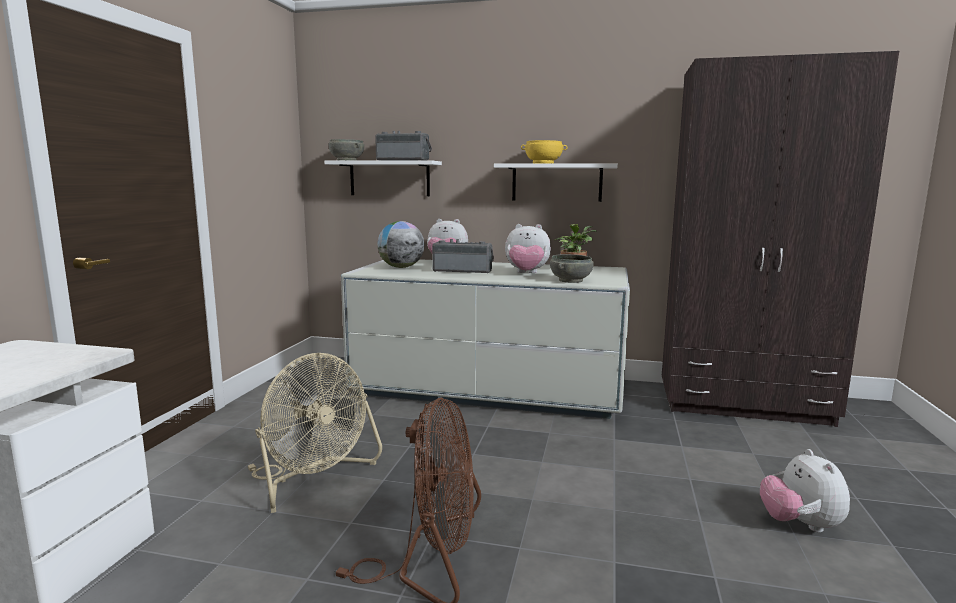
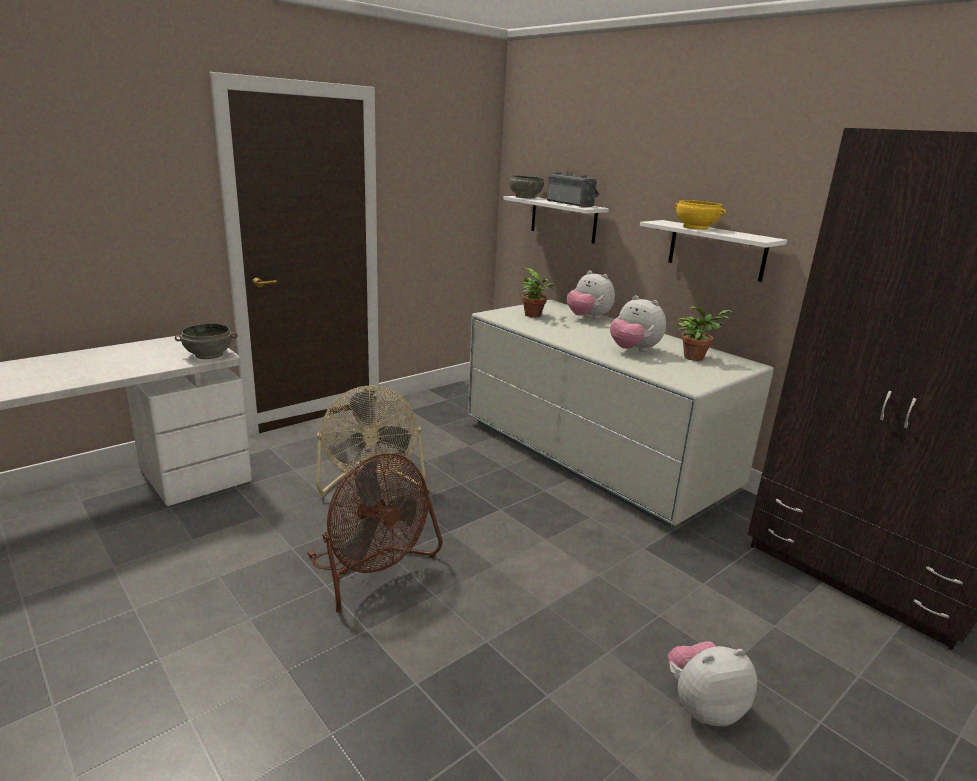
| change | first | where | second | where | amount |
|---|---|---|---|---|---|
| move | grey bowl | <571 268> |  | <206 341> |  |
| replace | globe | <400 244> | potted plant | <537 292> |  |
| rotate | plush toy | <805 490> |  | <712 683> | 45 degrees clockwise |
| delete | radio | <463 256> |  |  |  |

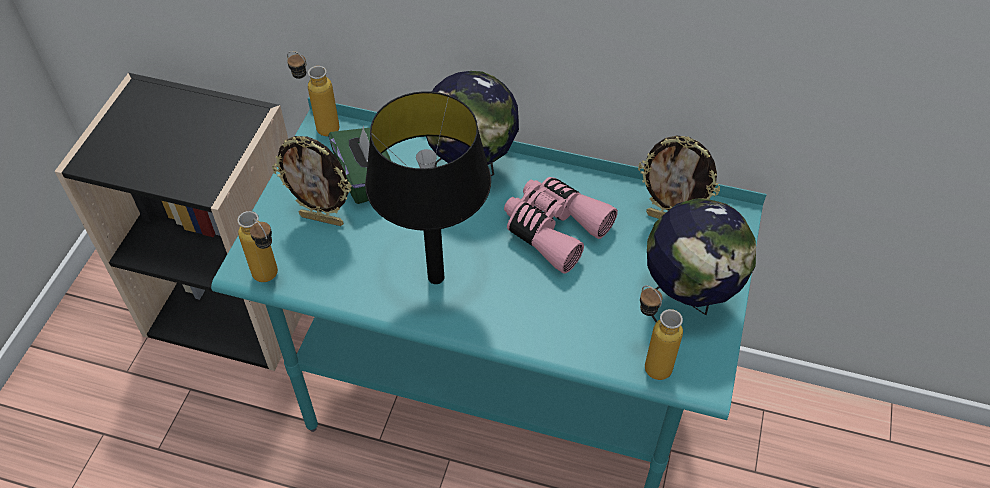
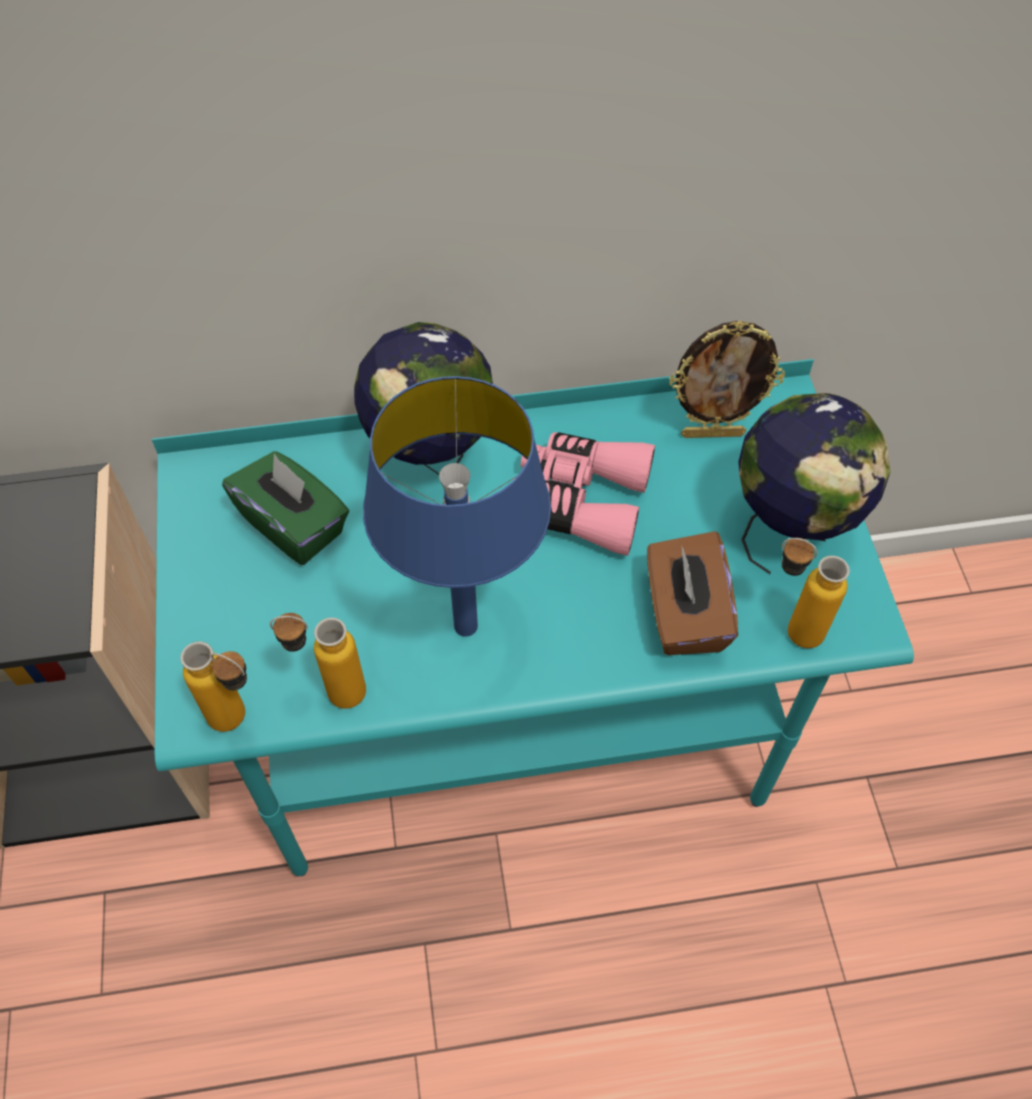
| change | first | where | second | where | amount |
|---|---|---|---|---|---|
| move | bottle | <313 93> |  | <318 661> |  |
| recolor | black table lamp | <428 187> | blue table lamp | <457 506> |  |
| insert |  |  | brown tissue box | <692 593> |  |
| delete | picture frame | <312 181> |  |  |  |

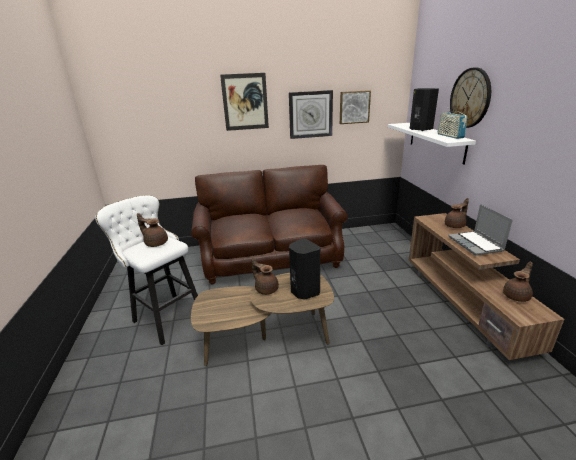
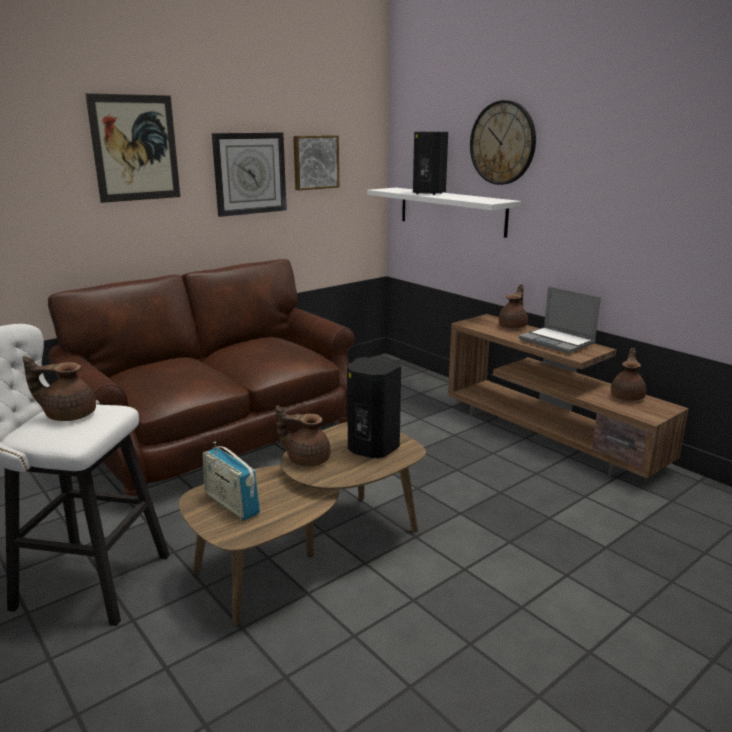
| change | first | where | second | where | amount |
|---|---|---|---|---|---|
| move | radio | <452 125> |  | <231 481> |  |

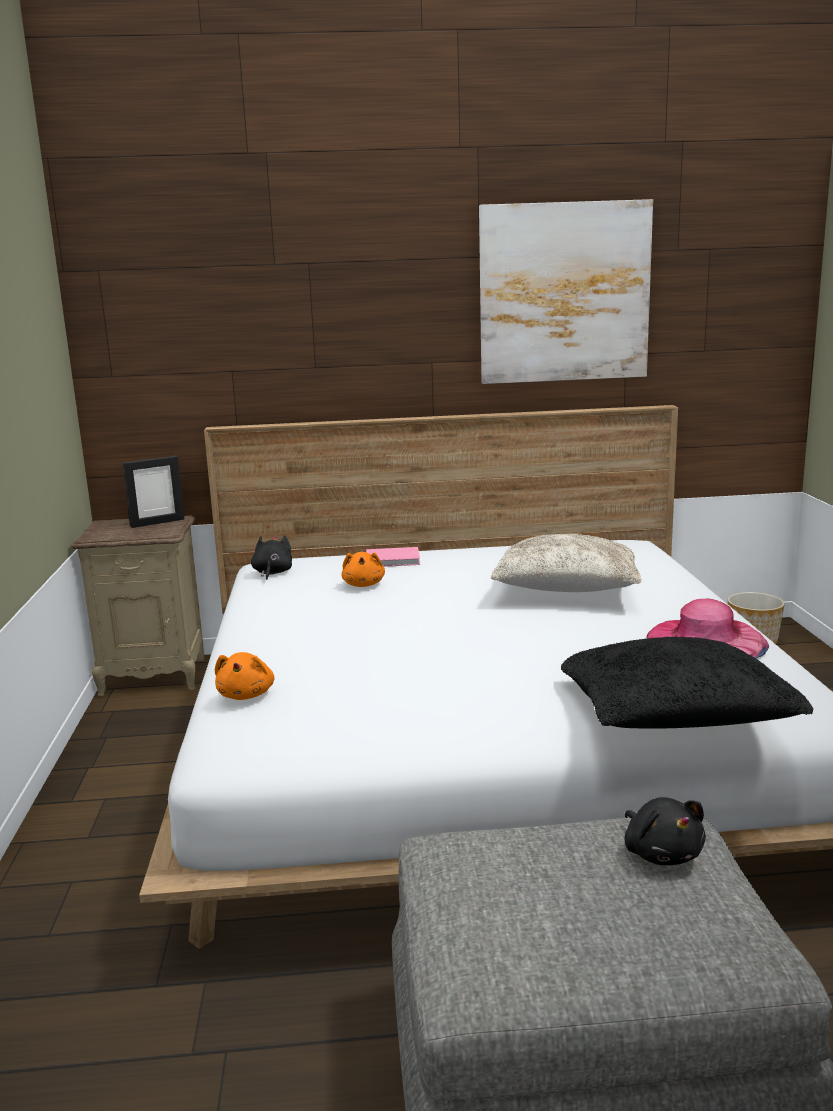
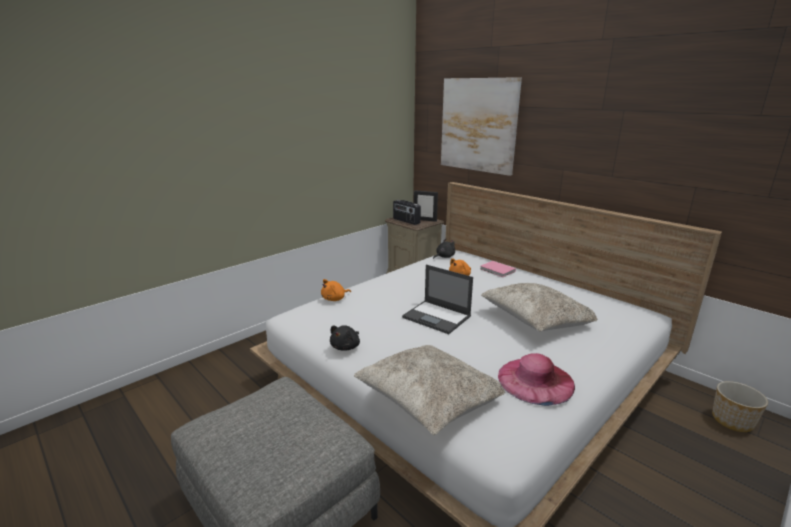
| change | first | where | second | where | amount |
|---|---|---|---|---|---|
| move | black plush toy | <665 831> |  | <345 338> |  |
| recolor | black pillow | <687 683> | beige pillow | <429 390> |  |
| insert |  |  | radio | <407 212> |  |
| insert |  |  | laptop | <437 299> |  |
| move | picture | <566 291> |  | <481 126> |  |

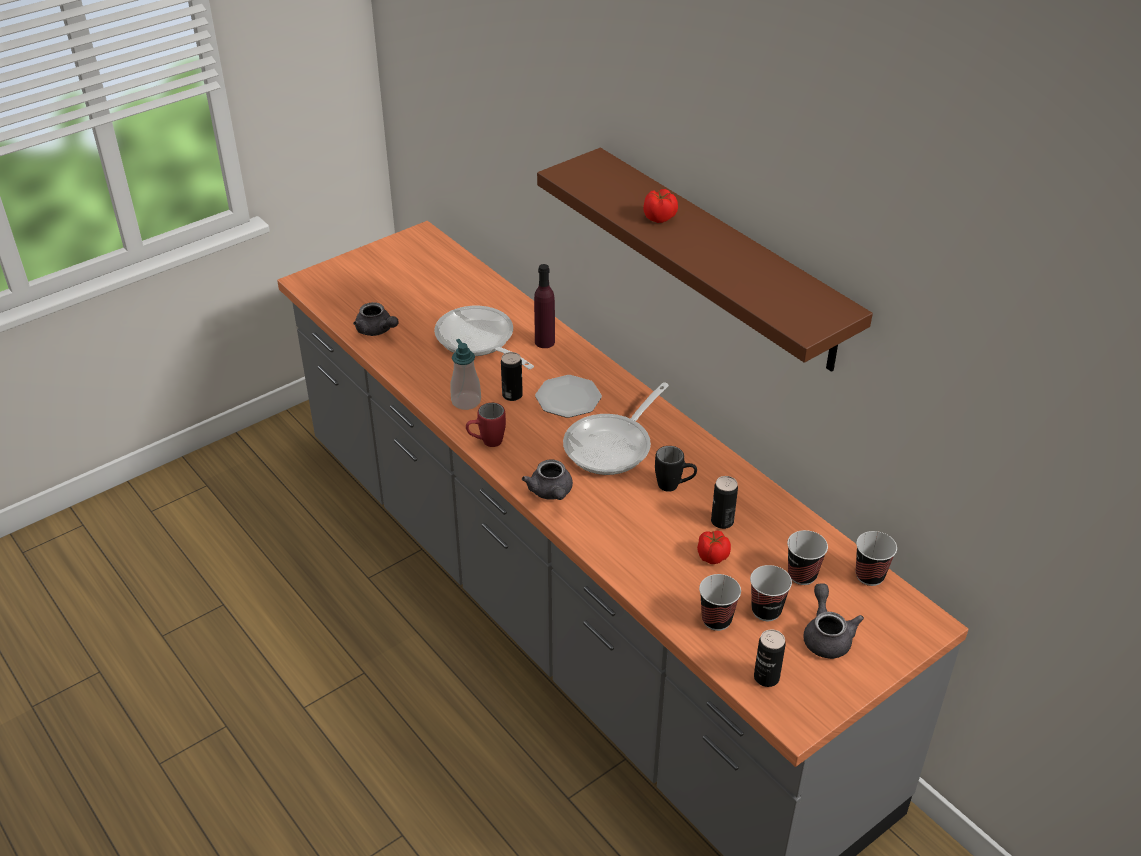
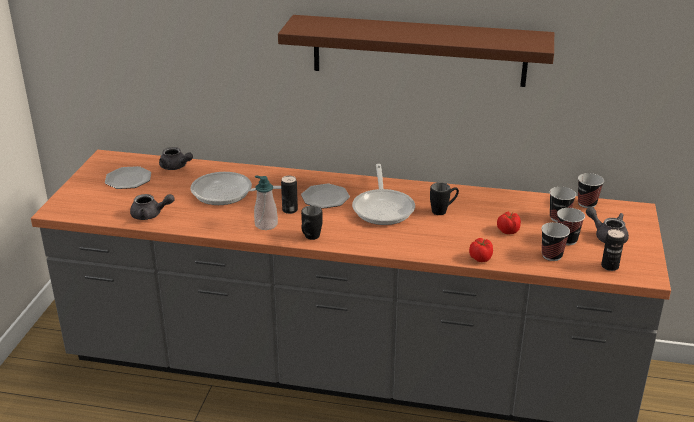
| change | first | where | second | where | amount |
|---|---|---|---|---|---|
| insert |  |  | plate | <128 177> |  |
| move | grey teapot | <547 480> |  | <176 158> |  |
| recolor | red mug | <486 425> | black mug | <312 222> |  |
| move | tomato | <660 206> |  | <481 250> |  |
| delete | purple bottle | <544 306> |  |  |  |
| delete | can | <724 502> |  |  |  |

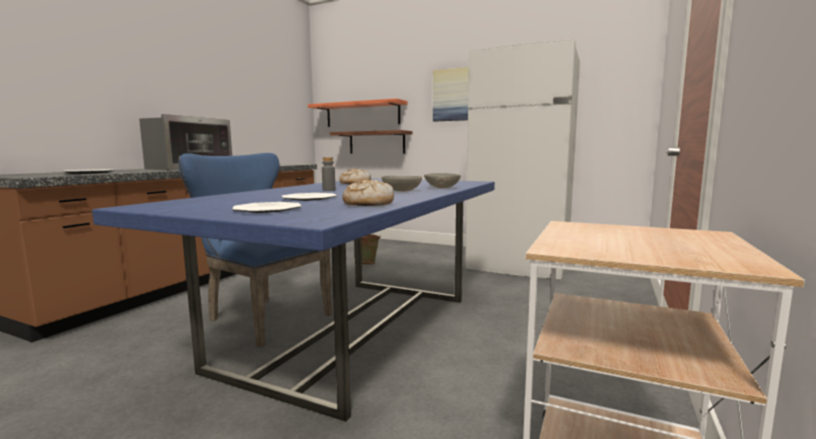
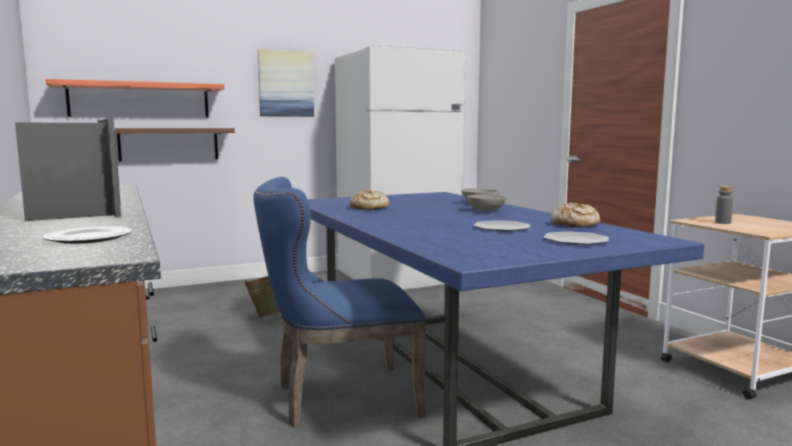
| change | first | where | second | where | amount |
|---|---|---|---|---|---|
| move | grey bottle | <328 174> |  | <724 205> |  |

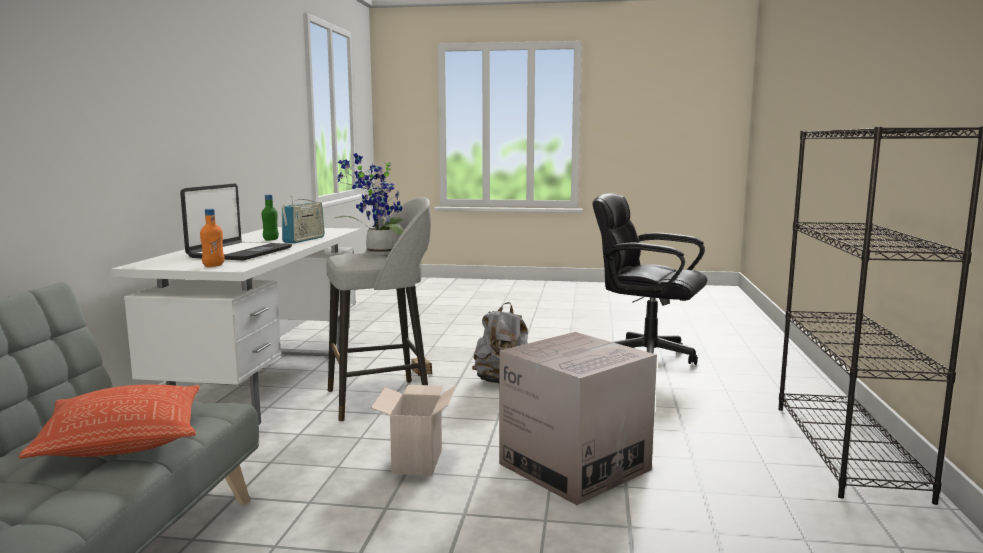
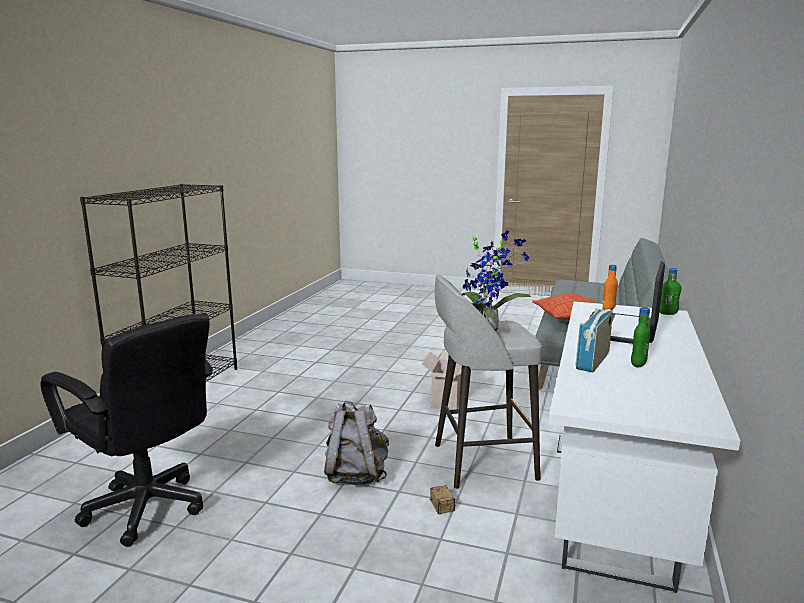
| change | first | where | second | where | amount |
|---|---|---|---|---|---|
| insert |  |  | green bottle | <670 291> |  |
| delete | cardboard box | <578 418> |  |  |  |

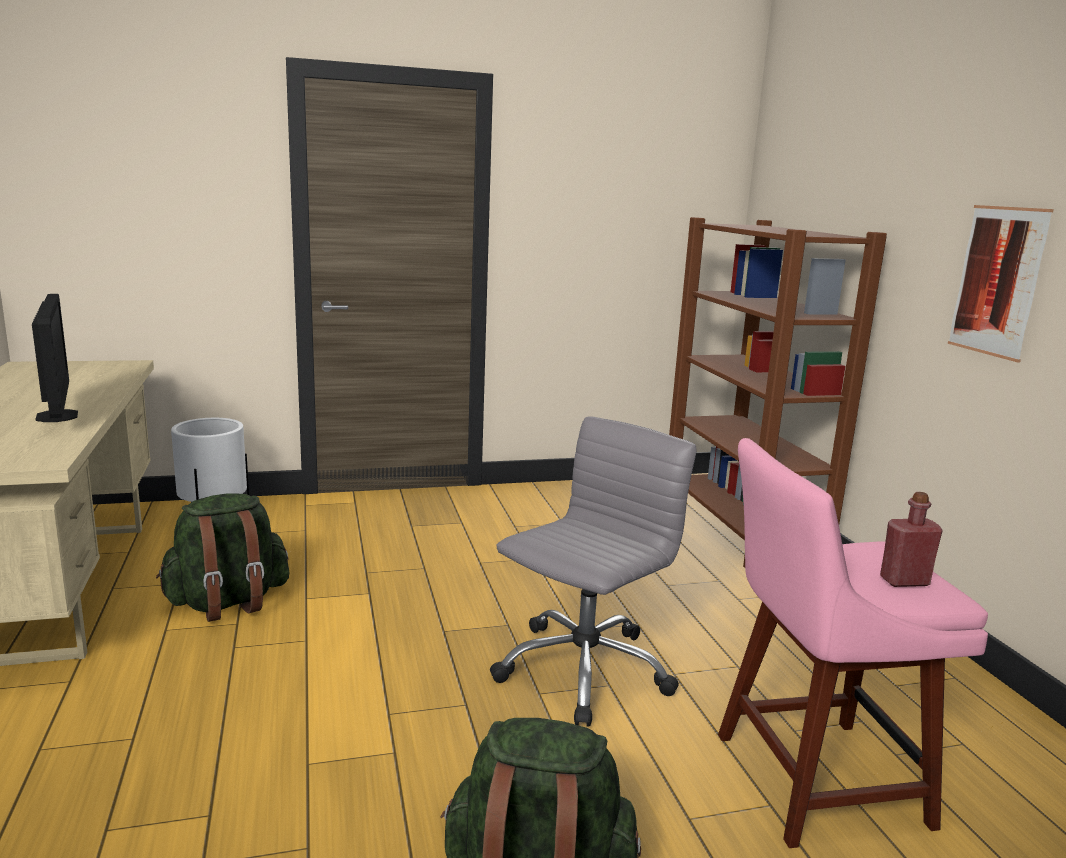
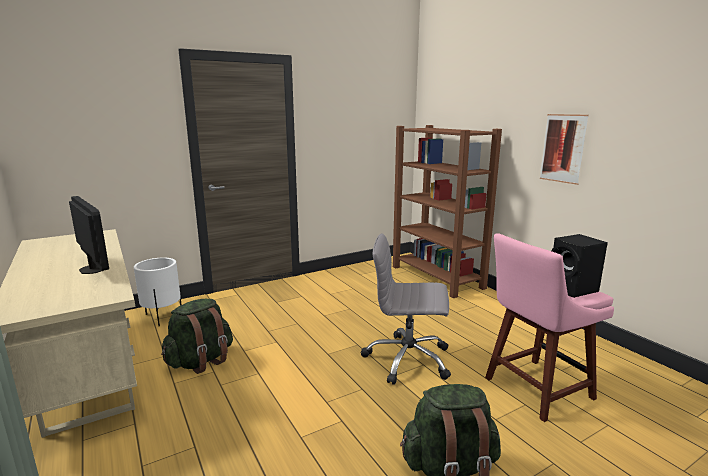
| change | first | where | second | where | amount |
|---|---|---|---|---|---|
| rotate | grey office chair | <593 571> |  | <406 309> | 105 degrees counterclockwise |
| replace | red bottle | <911 539> | black speaker | <579 266> |  |

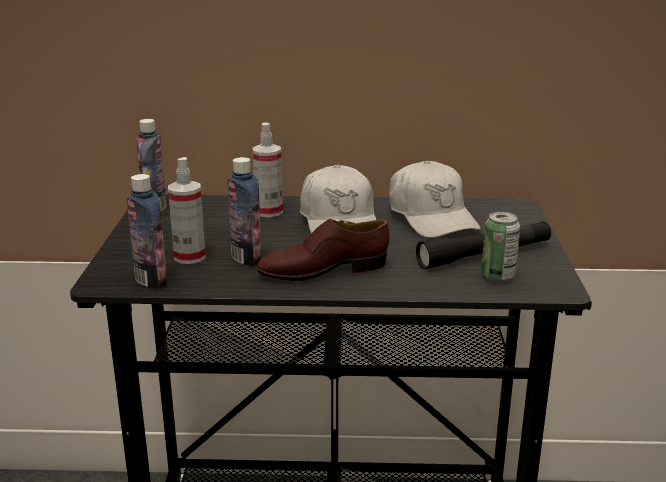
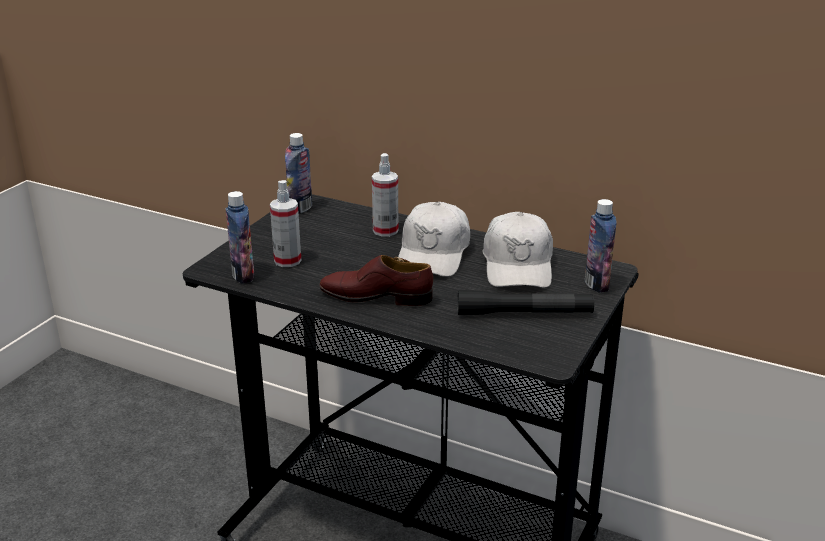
| change | first | where | second | where | amount |
|---|---|---|---|---|---|
| move | bottle | <244 211> |  | <600 246> |  |
| delete | can | <500 247> |  |  |  |

